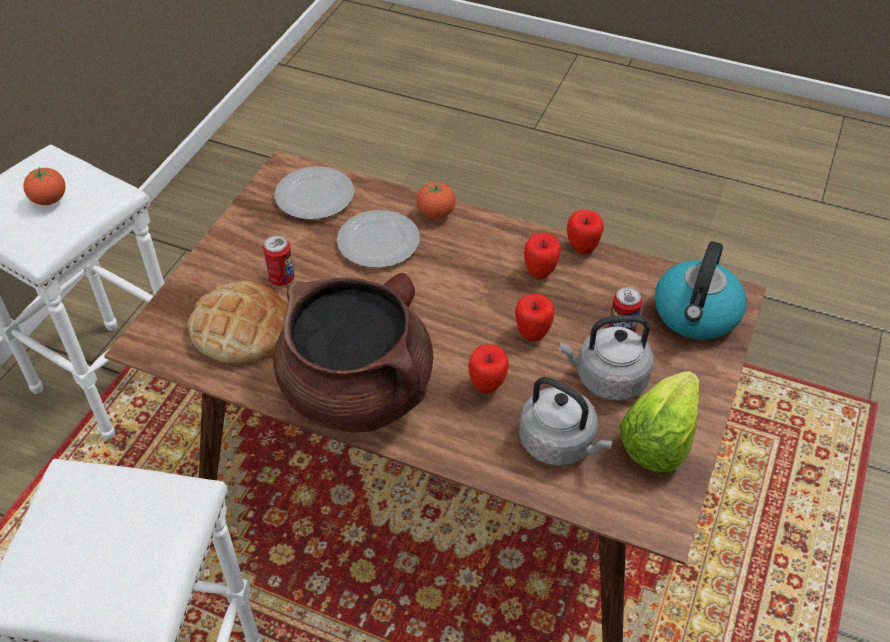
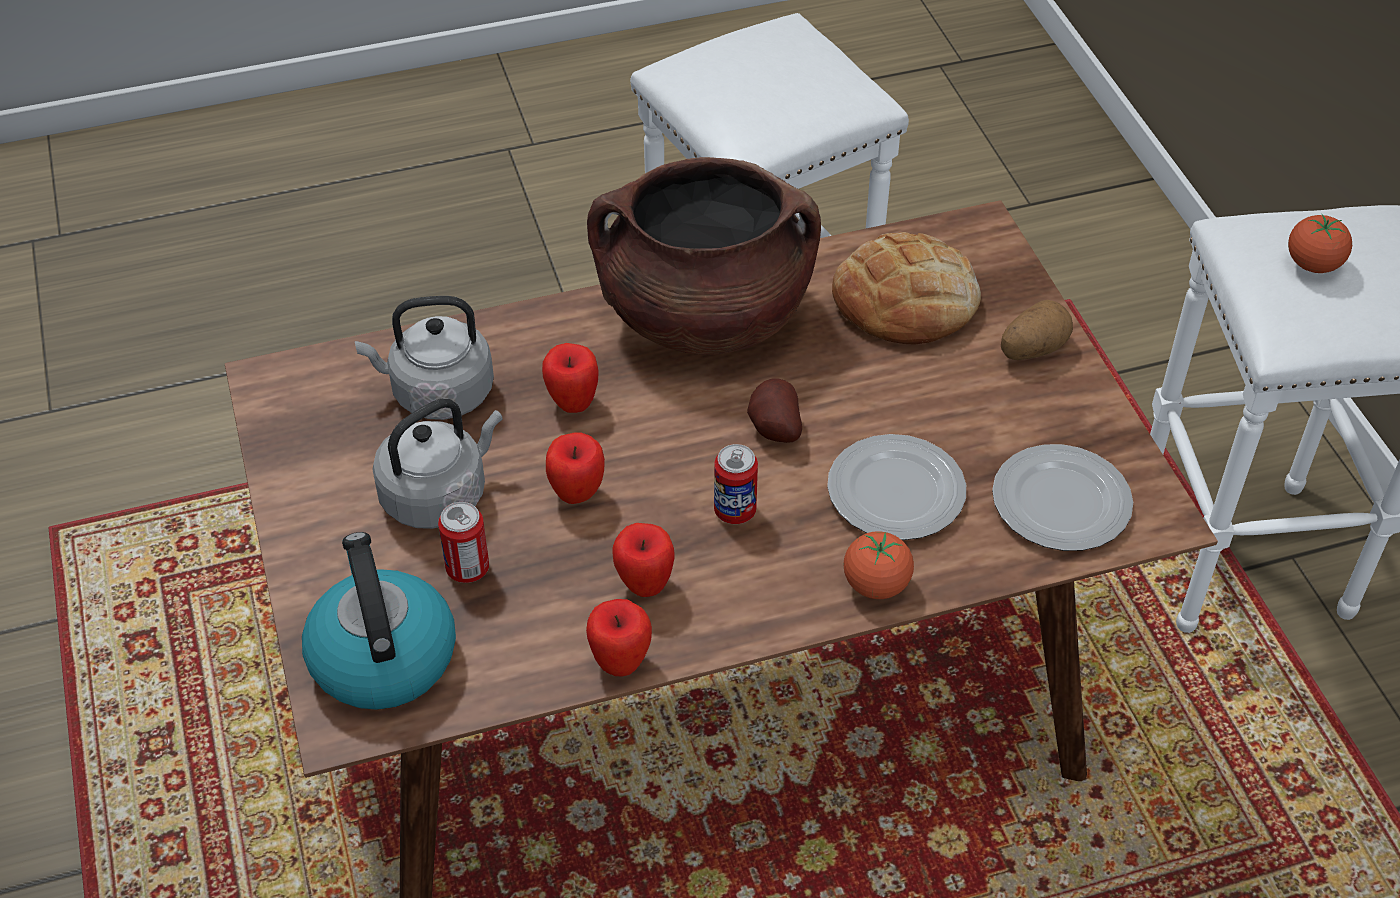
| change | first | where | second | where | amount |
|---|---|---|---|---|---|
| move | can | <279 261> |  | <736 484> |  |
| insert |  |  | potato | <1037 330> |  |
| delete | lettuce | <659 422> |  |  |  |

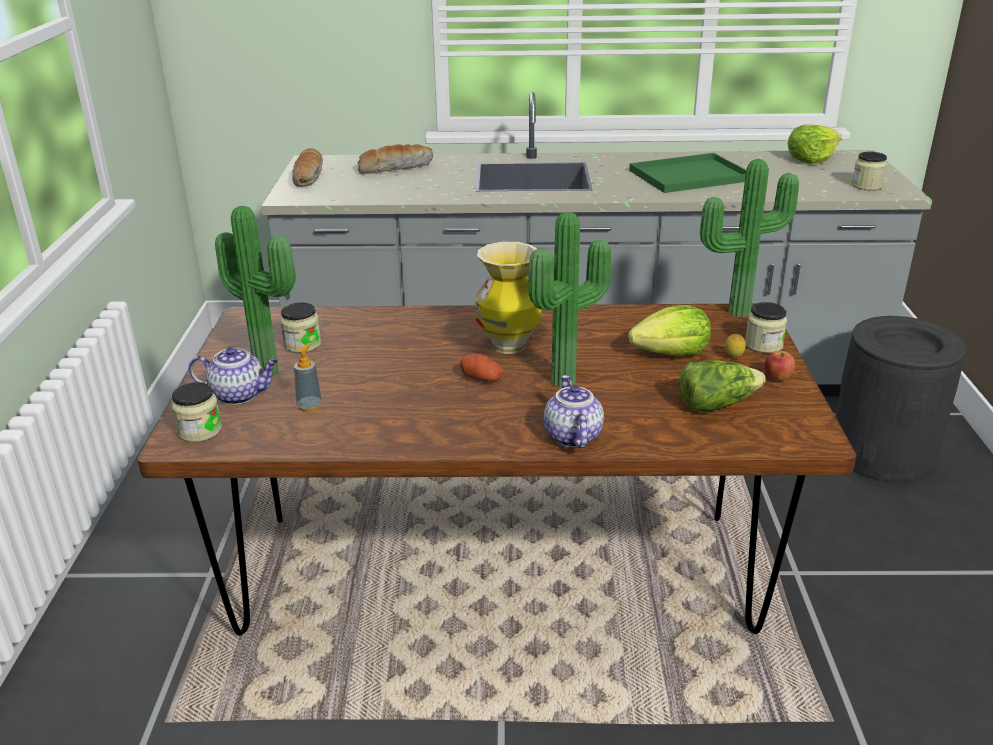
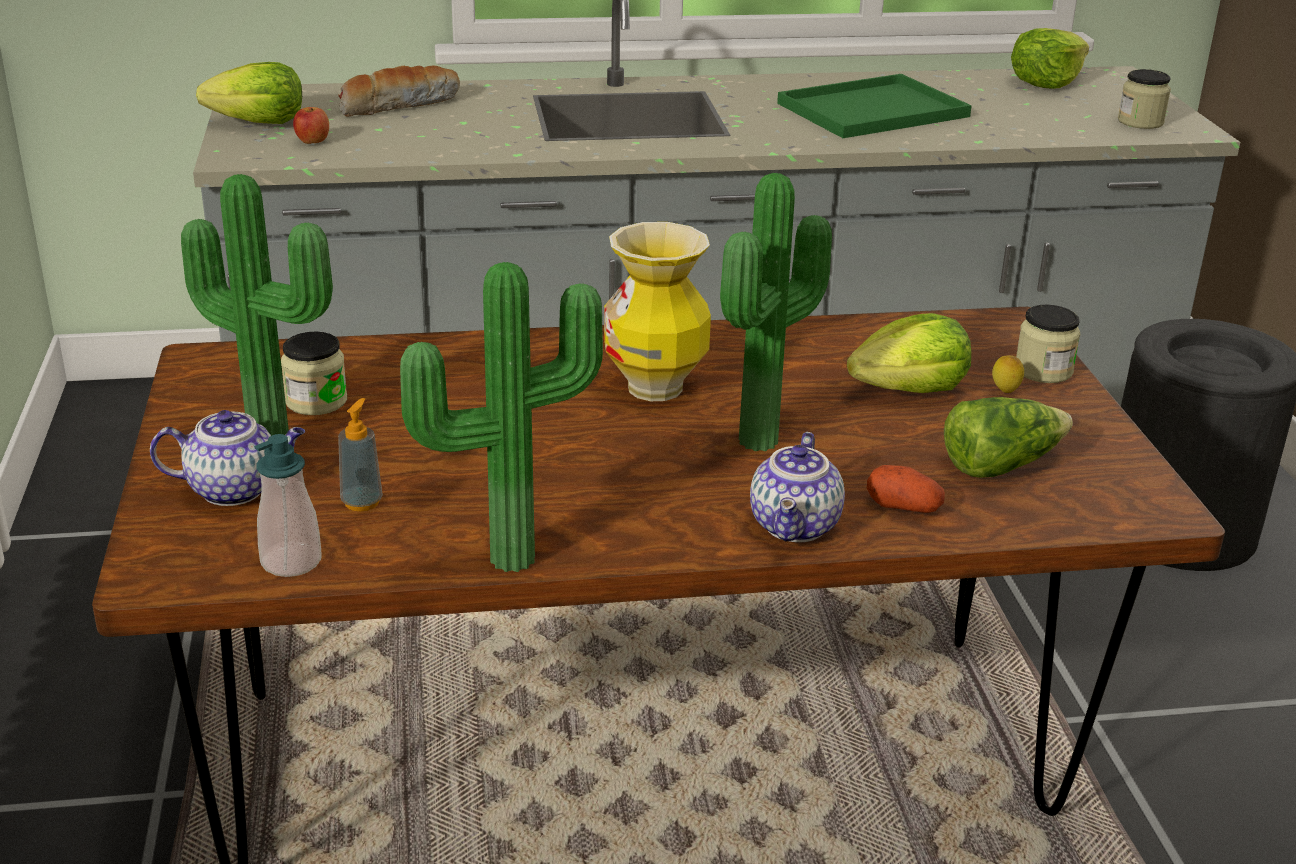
| change | first | where | second | where | amount |
|---|---|---|---|---|---|
| replace | bread | <307 167> | lettuce | <249 93> |  |
| insert |  |  | soap dispenser | <288 505> |  |
| move | apple | <780 366> |  | <311 125> |  |
| move | potted plant | <749 238> |  | <501 417> |  |
| rotate | teapot | <574 411> |  | <797 487> | 150 degrees counterclockwise |
| move | potato | <482 367> |  | <906 489> |  |
| delete | jar | <196 412> |  |  |  |

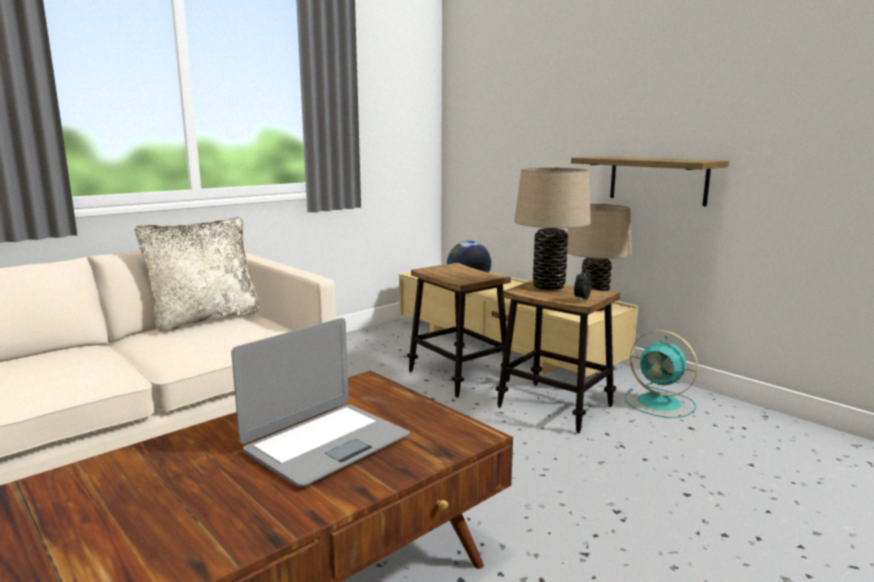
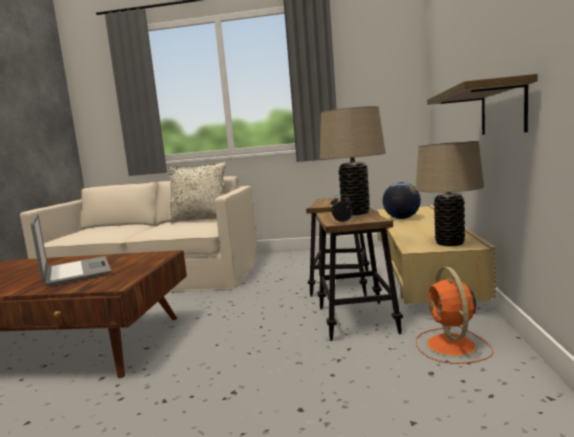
| change | first | where | second | where | amount |
|---|---|---|---|---|---|
| rotate | laptop | <320 402> |  | <71 250> | 120 degrees counterclockwise |
| recolor | turquoise fan | <661 374> | orange fan | <454 315> |  |

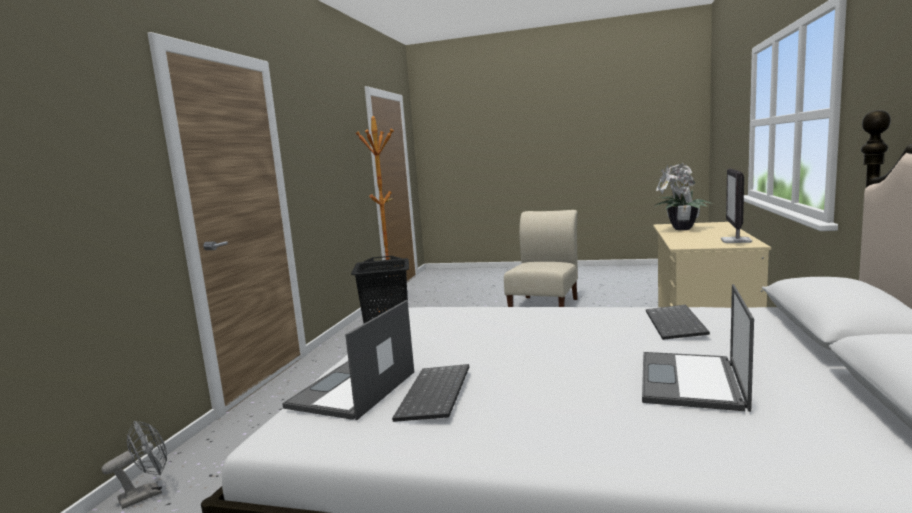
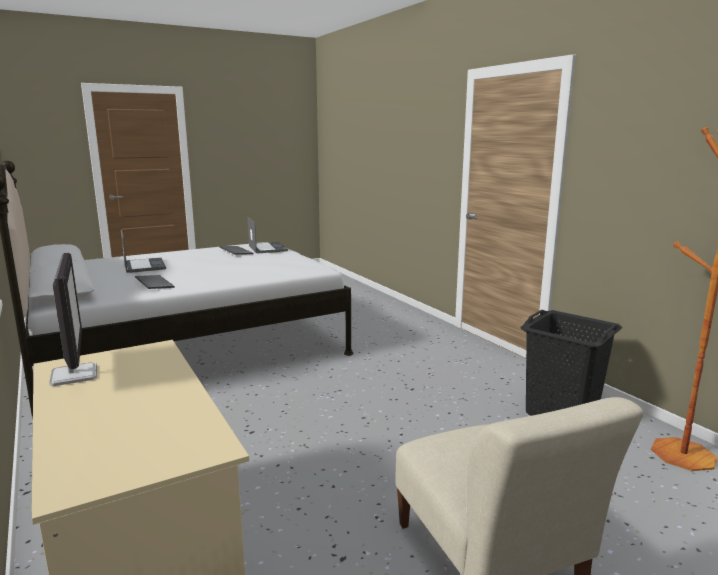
| change | first | where | second | where | amount |
|---|---|---|---|---|---|
| delete | grey fan | <134 464> |  |  |  |
| delete | potted plant | <683 196> |  |  |  |

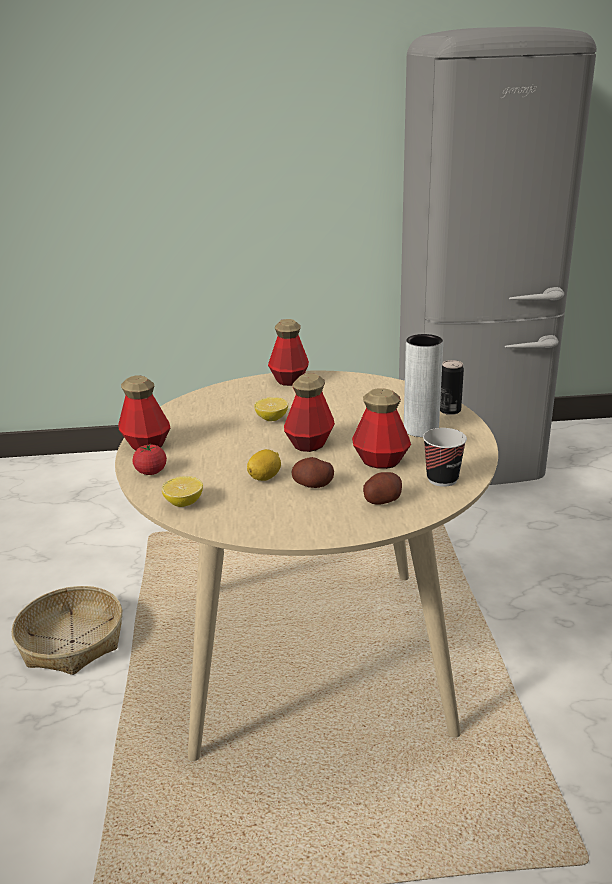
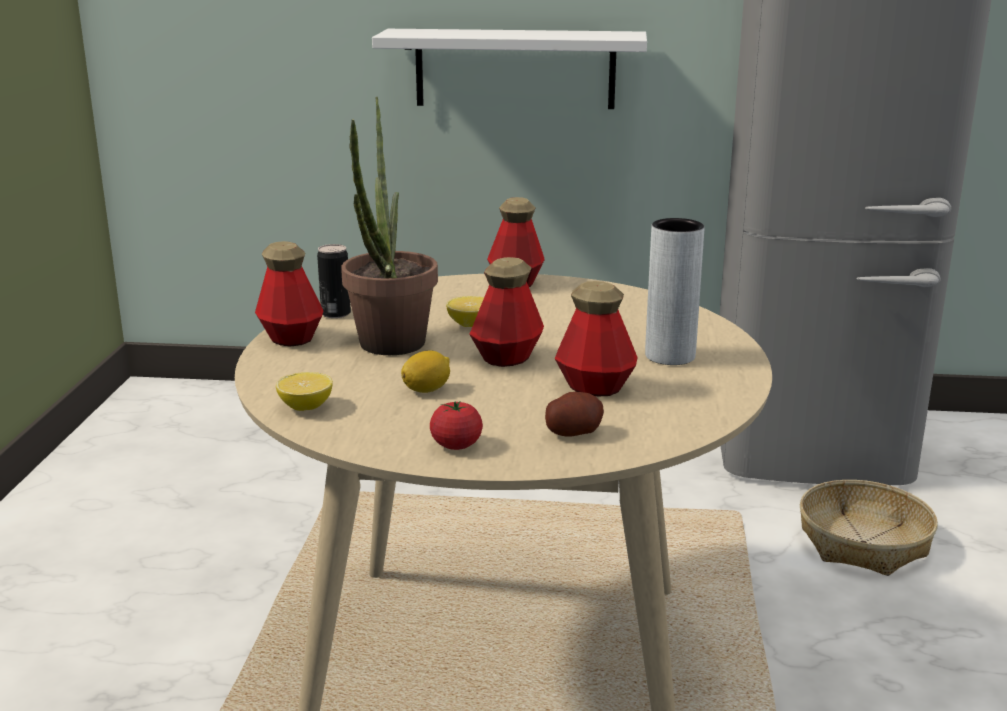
| change | first | where | second | where | amount |
|---|---|---|---|---|---|
| move | can | <452 387> |  | <334 281> |  |
| insert |  |  | potted plant | <389 226> |  |
| insert |  |  | white shelf | <509 69> |  |
| move | tomato | <149 460> |  | <456 426> |  |
| move | basket | <67 630> |  | <869 528> |  |
| delete | potato | <312 472> |  |  |  |
| delete | cup | <445 457> |  |  |  |

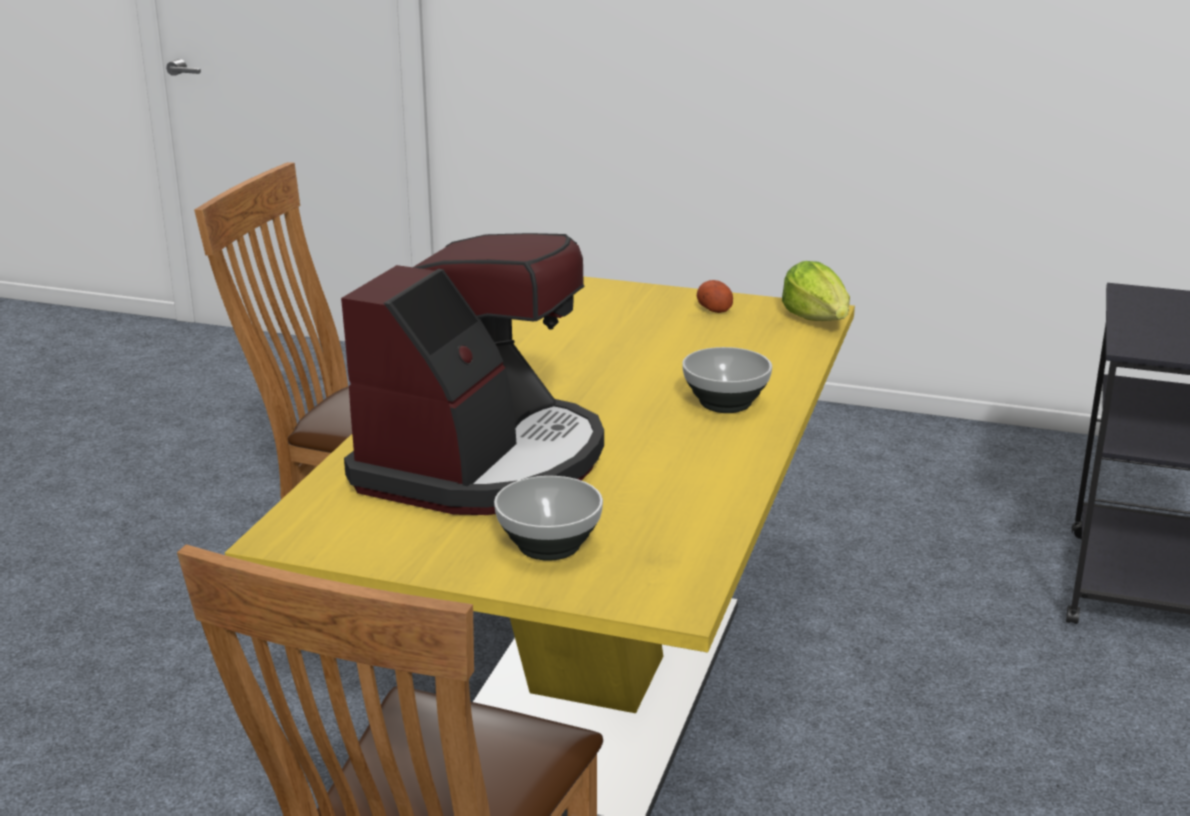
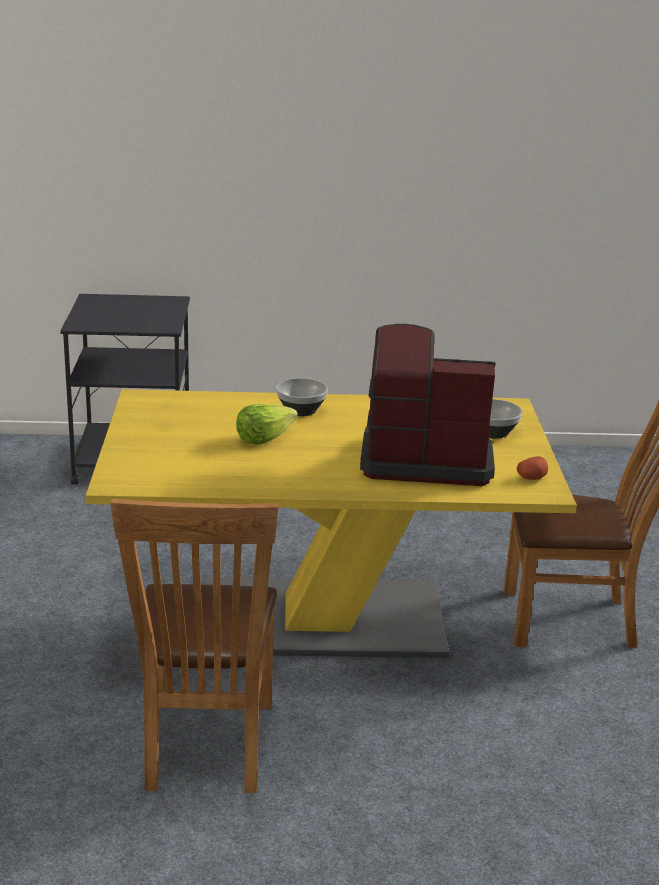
| change | first | where | second | where | amount |
|---|---|---|---|---|---|
| move | lettuce | <816 291> |  | <267 424> |  |
| move | potato | <715 296> |  | <532 468> |  |

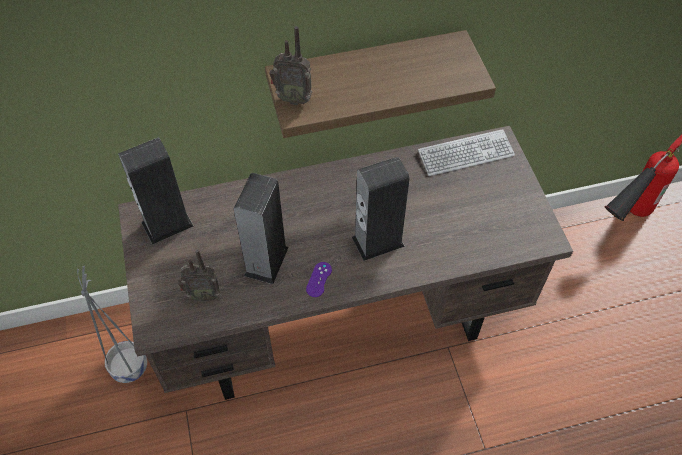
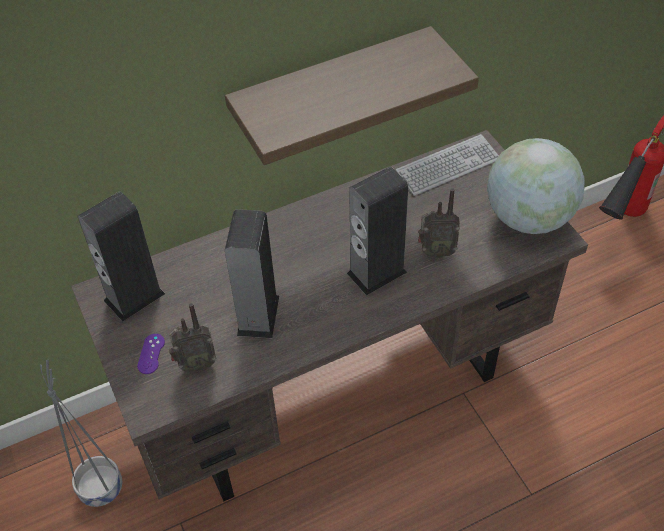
| change | first | where | second | where | amount |
|---|---|---|---|---|---|
| move | purple game controller | <319 279> |  | <151 354> |  |
| move | radio | <291 65> |  | <439 223> |  |
| insert |  |  | globe | <536 186> |  |

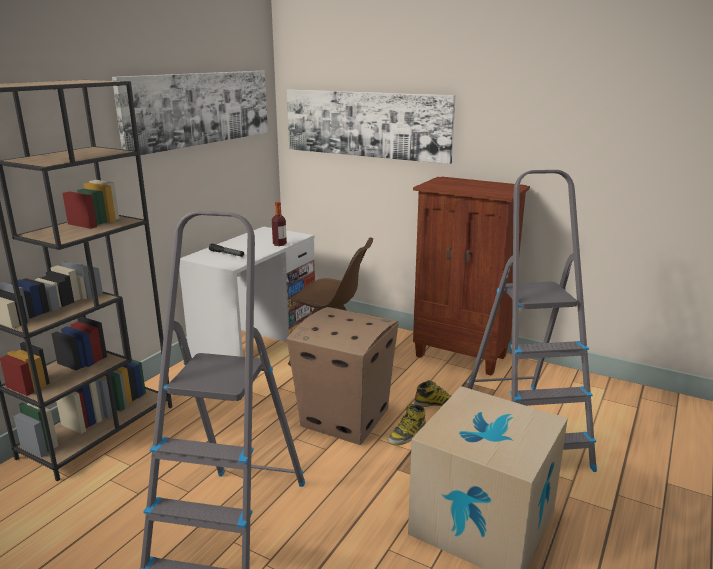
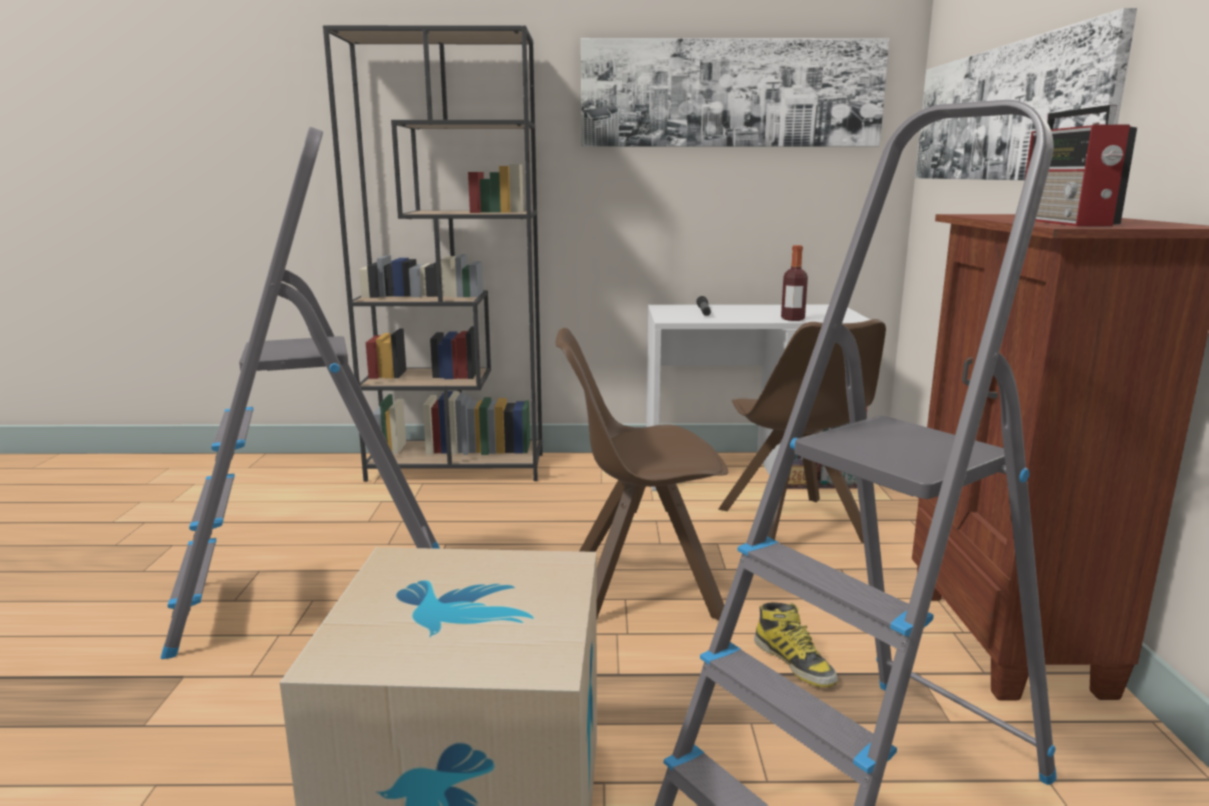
| change | first | where | second | where | amount |
|---|---|---|---|---|---|
| replace | cardboard box | <342 376> | brown chair | <642 474> |  |
| insert |  |  | radio | <1081 165> |  |
| delete | boot | <406 424> |  |  |  |

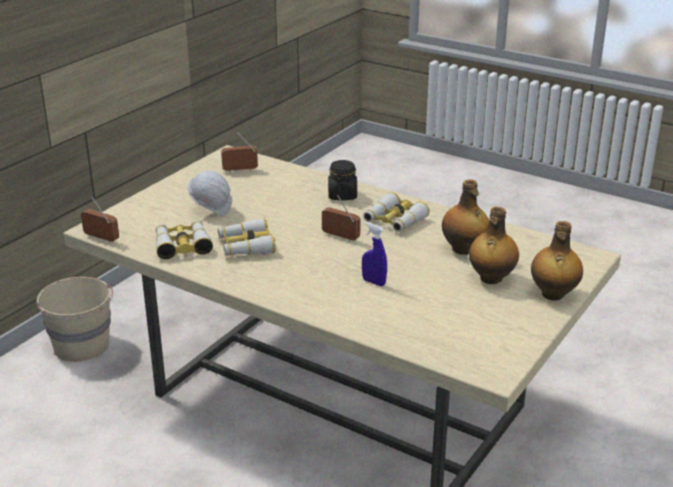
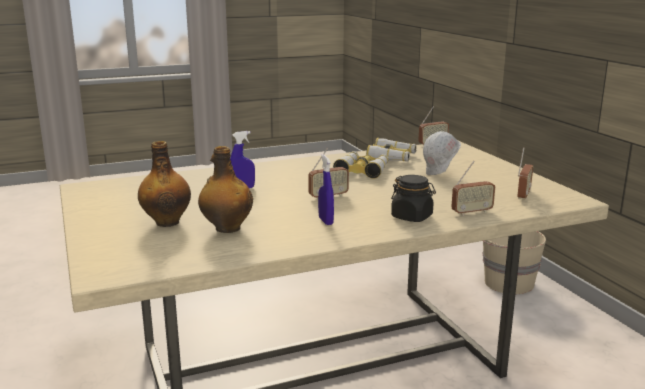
| change | first | where | second | where | amount |
|---|---|---|---|---|---|
| replace | binoculars | <396 212> | blue spray bottle | <326 189> |  |
| insert |  |  | radio | <473 188> |  |
| delete | bottle | <557 261> |  |  |  |

